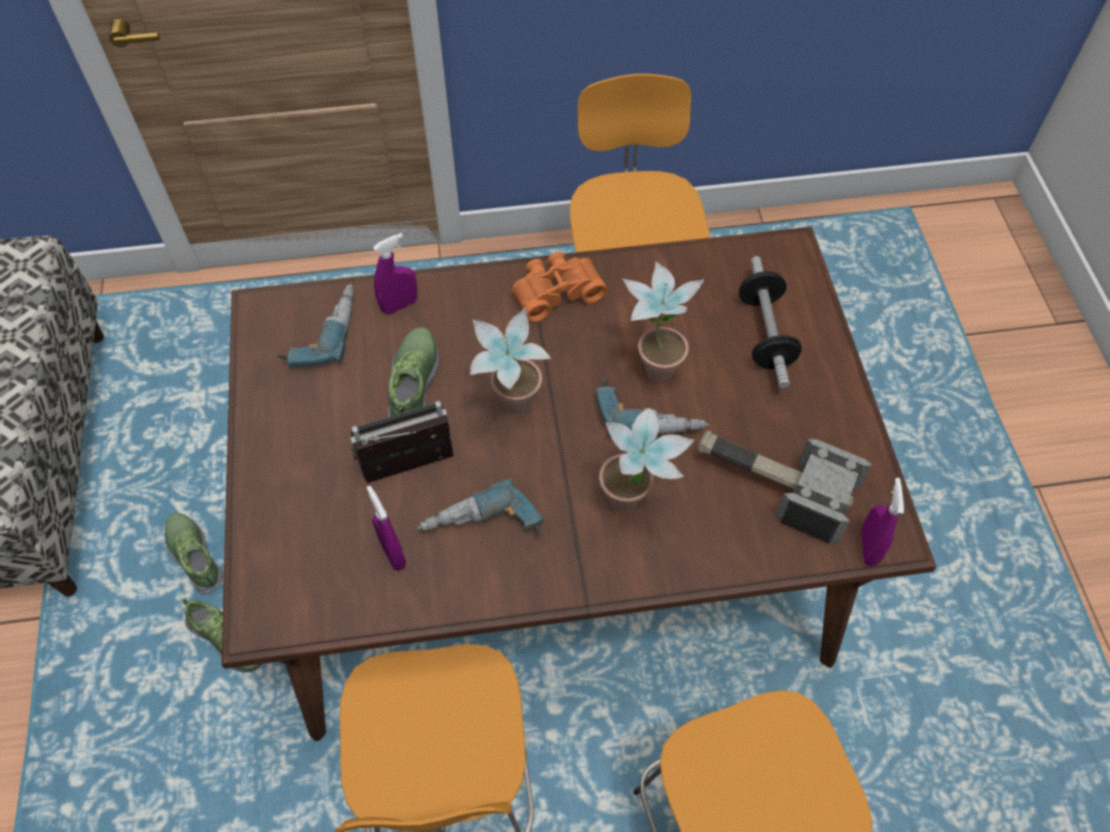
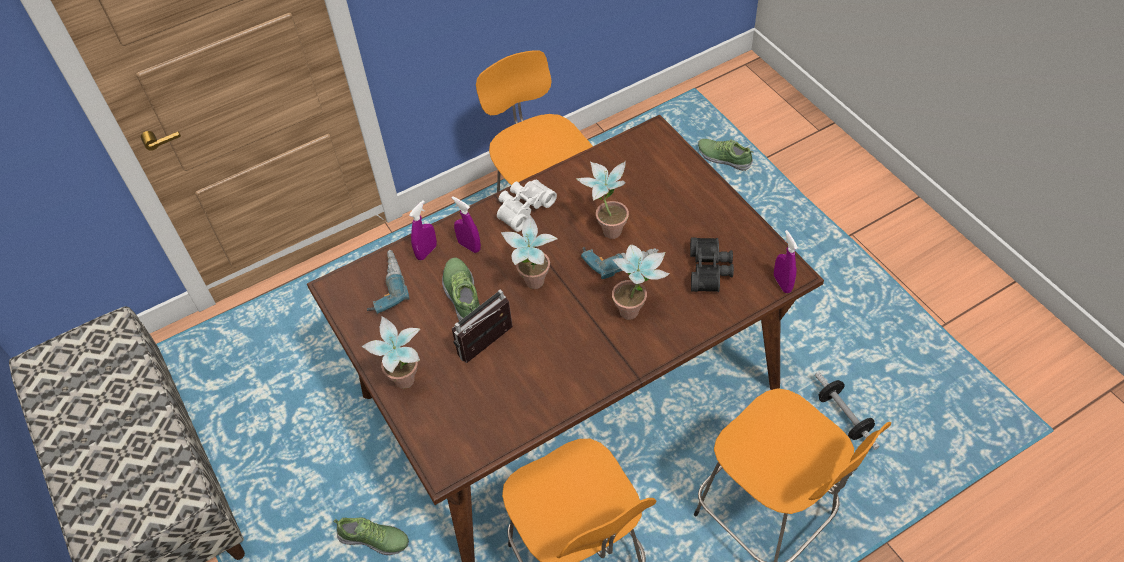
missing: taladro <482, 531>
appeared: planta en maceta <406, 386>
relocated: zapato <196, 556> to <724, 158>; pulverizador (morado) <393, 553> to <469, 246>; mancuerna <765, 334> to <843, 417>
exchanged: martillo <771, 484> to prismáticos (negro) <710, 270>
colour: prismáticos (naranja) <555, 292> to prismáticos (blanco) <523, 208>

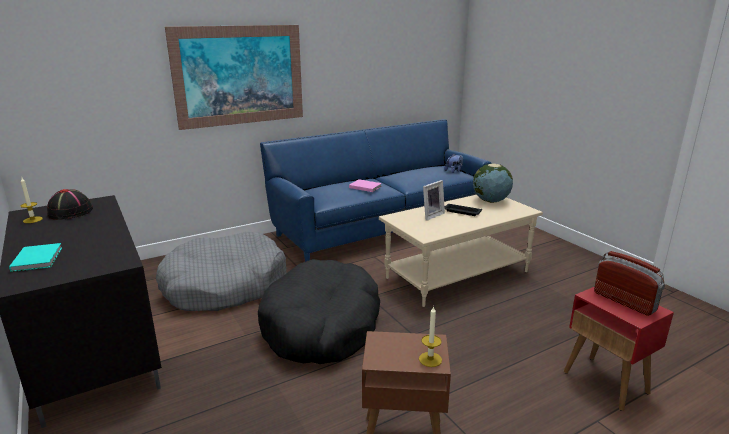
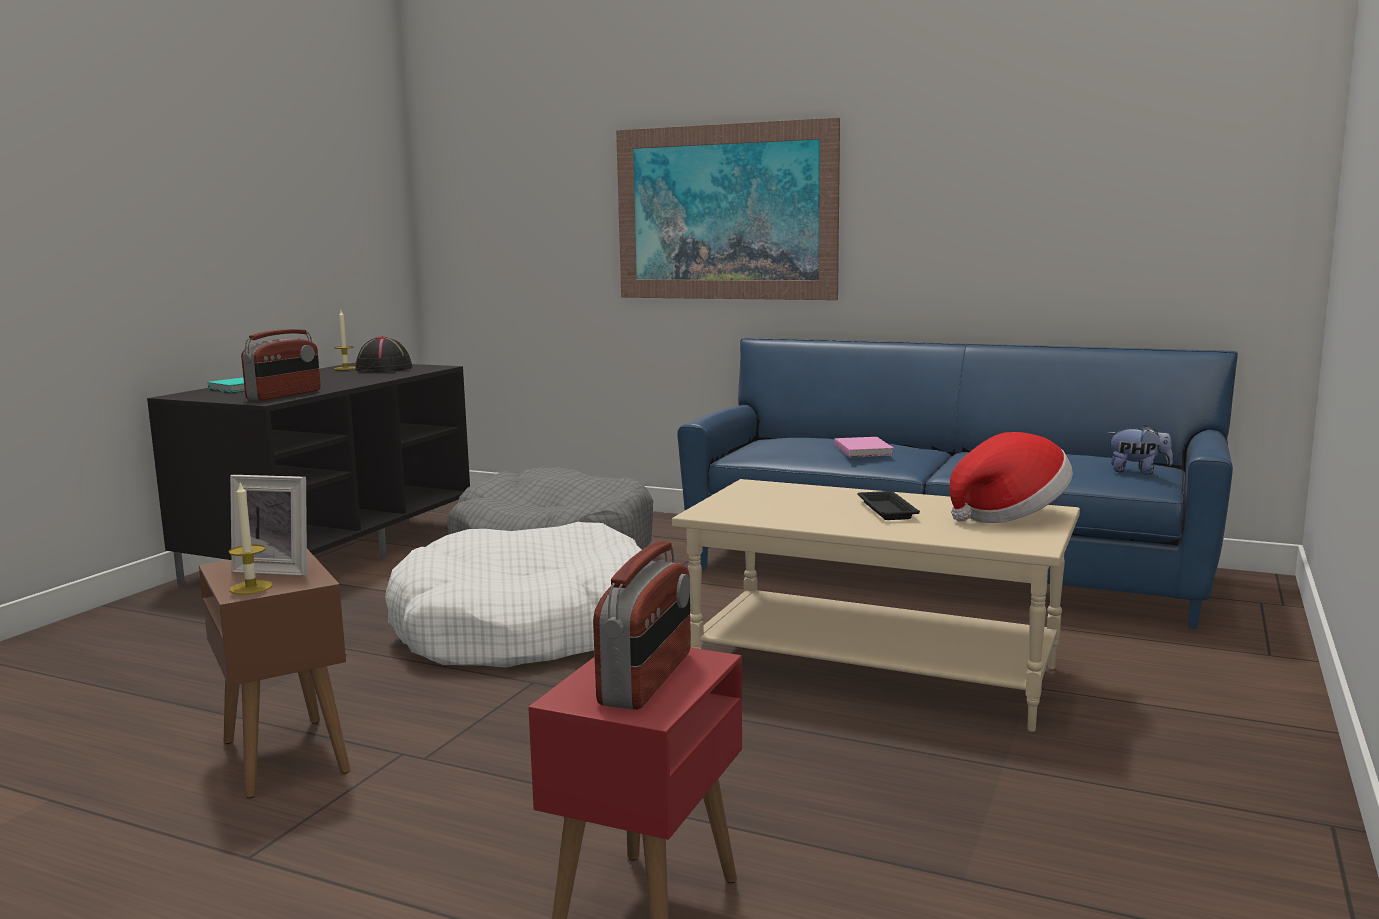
appeared: radio <285, 395>
relocated: portarretratos <431, 215> to <277, 569>
exchanged: globo terráqueo <490, 201> to sombrero <1009, 515>
colour: cama para perro (negro) <321, 326> to cama para perro (blanco) <525, 629>

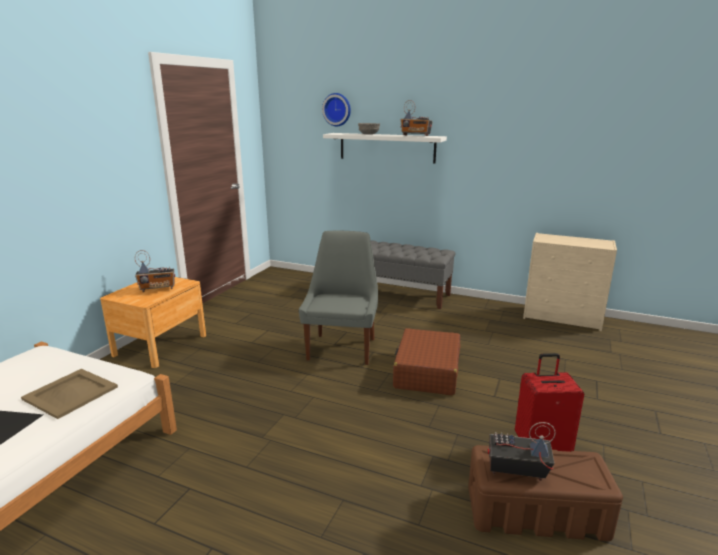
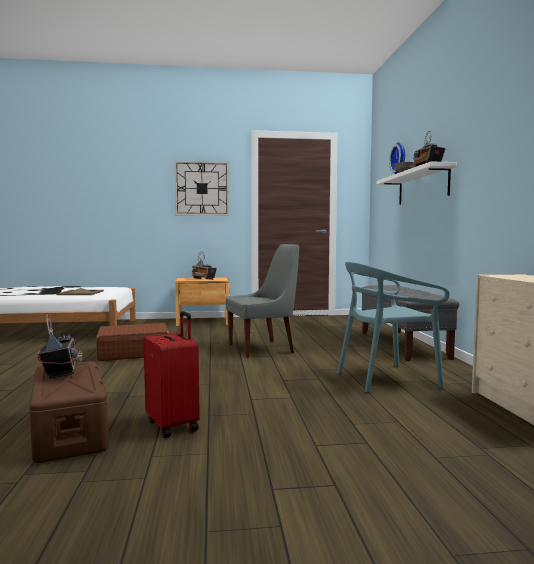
appeared: reloj de pared <202, 188>; silla (turquesa) <387, 379>
relocated: maleta (marrón) <427, 372> to <133, 352>

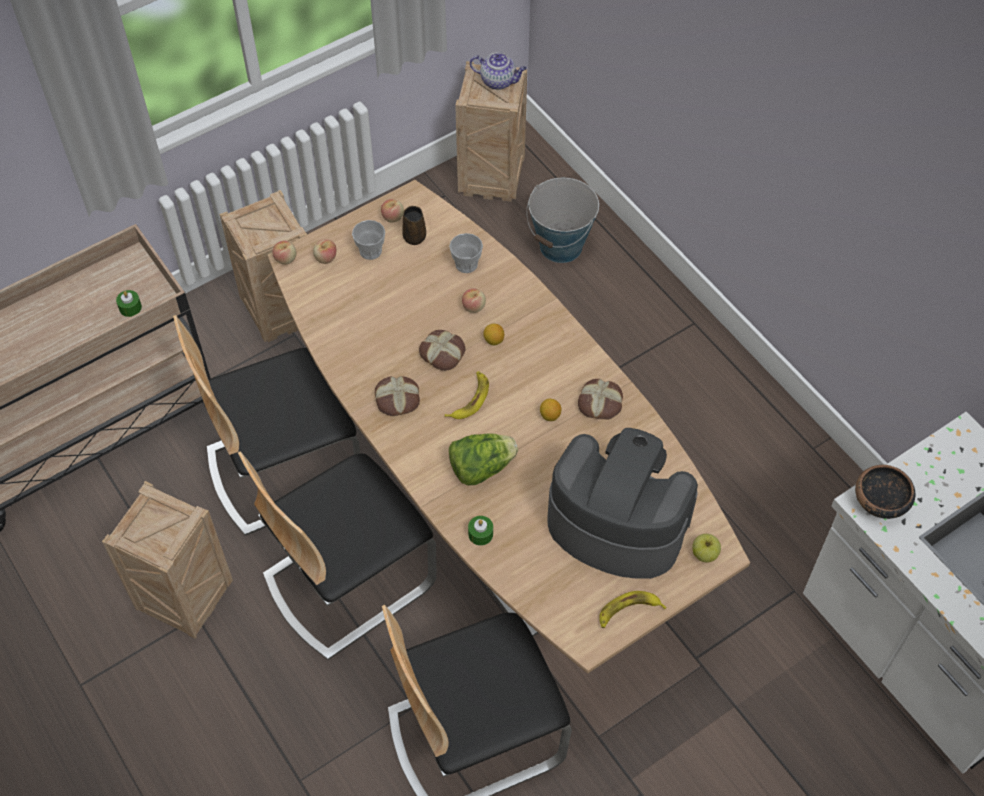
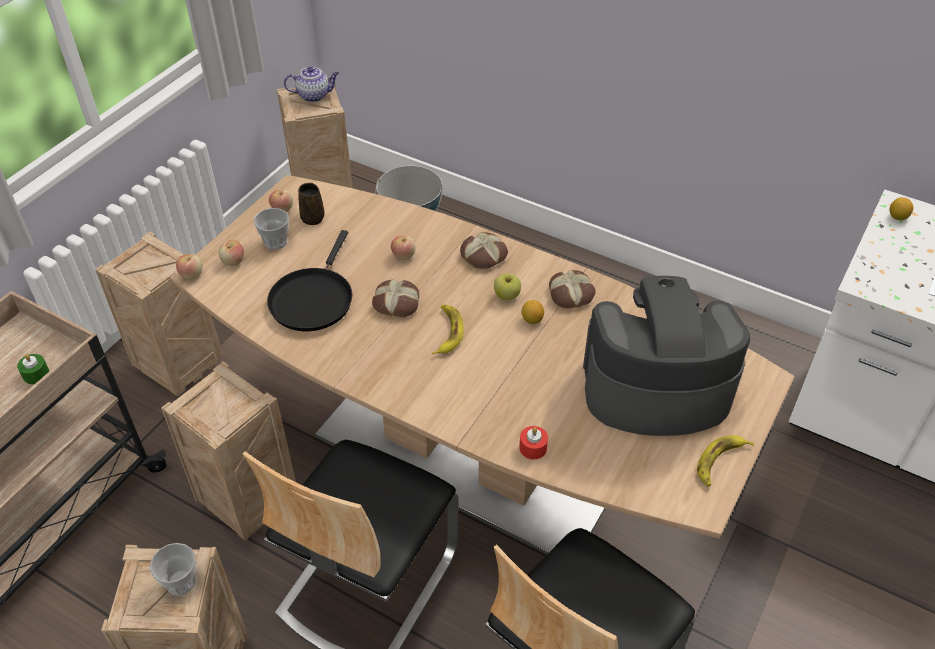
missing: lechuga <481, 468>; cuenco <879, 503>
appeared: sartén (negro) <313, 299>
relocated: pan <397, 400> to <484, 256>; taza <466, 264> to <181, 581>; limón <493, 340> to <897, 217>; manzana <705, 554> to <507, 295>
exchanged: silla <283, 467> to caja de embalaje <246, 502>
colour: vela (verde) <480, 534> to vela (rojo) <533, 448>

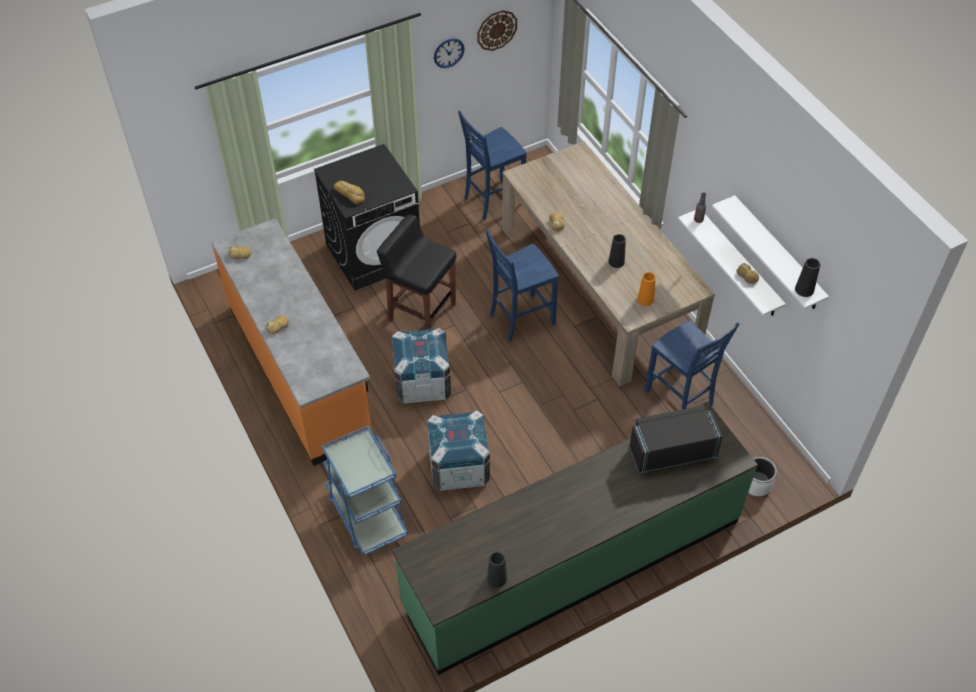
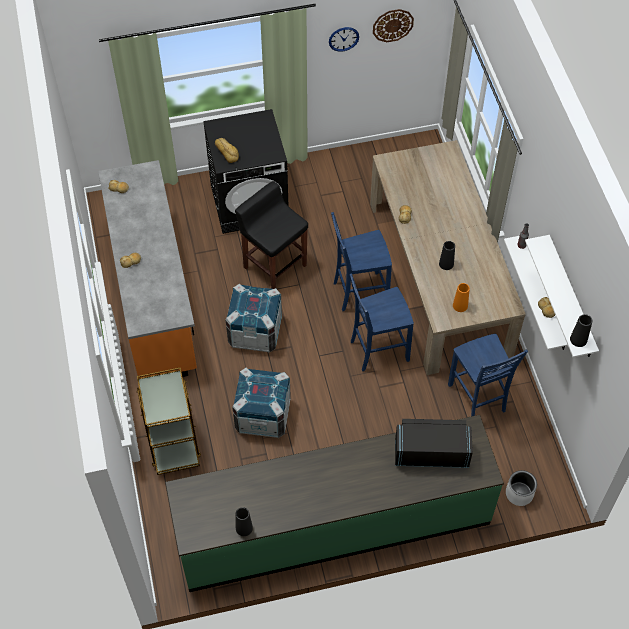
relocated: silla (azul) <492, 200> to <377, 350>
colour: carrito (azul) <367, 514> to carrito (marrón) <172, 439>

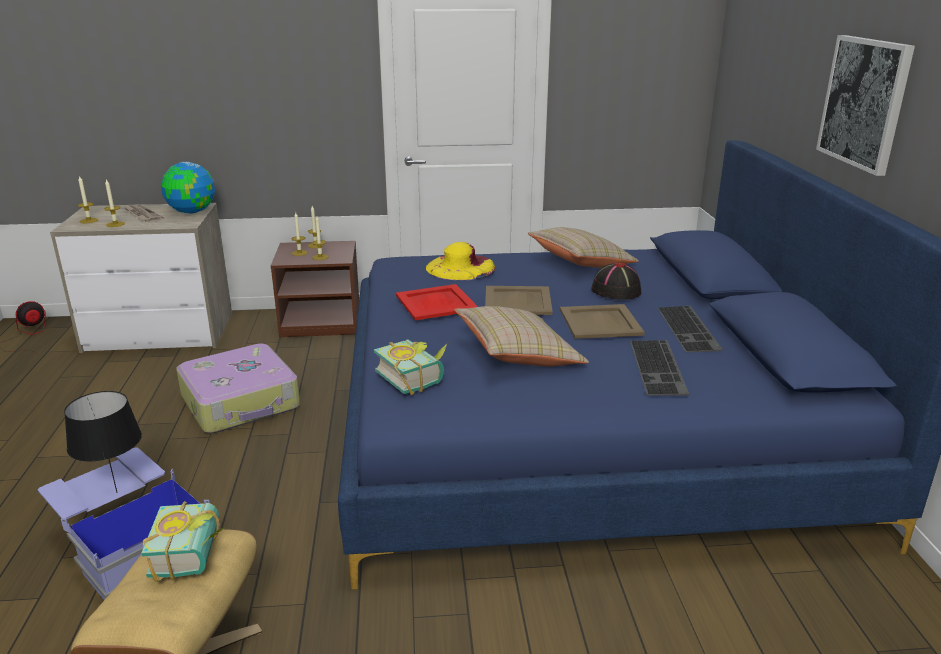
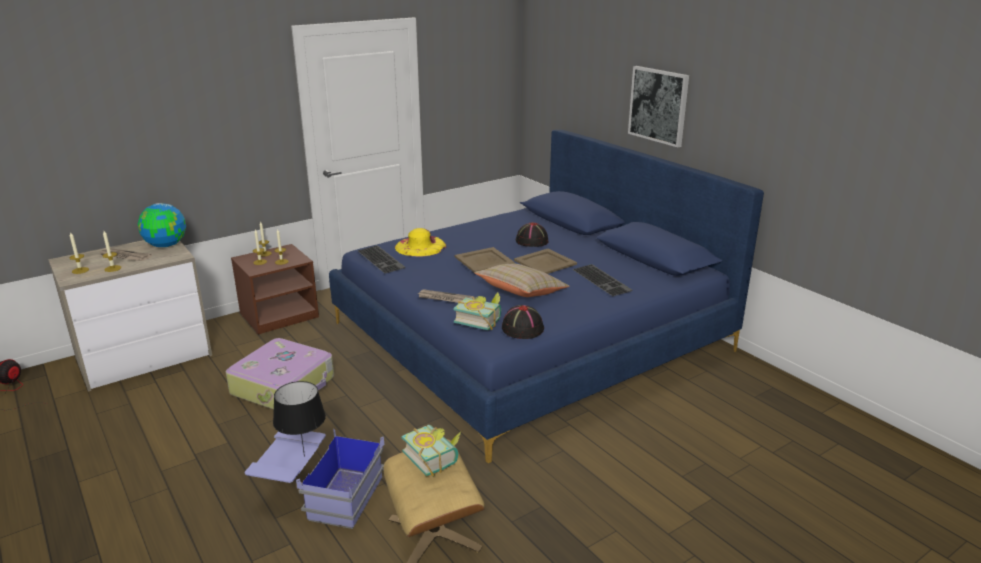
missing: bandeja (rojo) <436, 303>; cojín (beis) <580, 264>
appeared: periódico <445, 299>; sombrero (negro) <522, 328>
relocated: teclado <690, 329> to <382, 259>

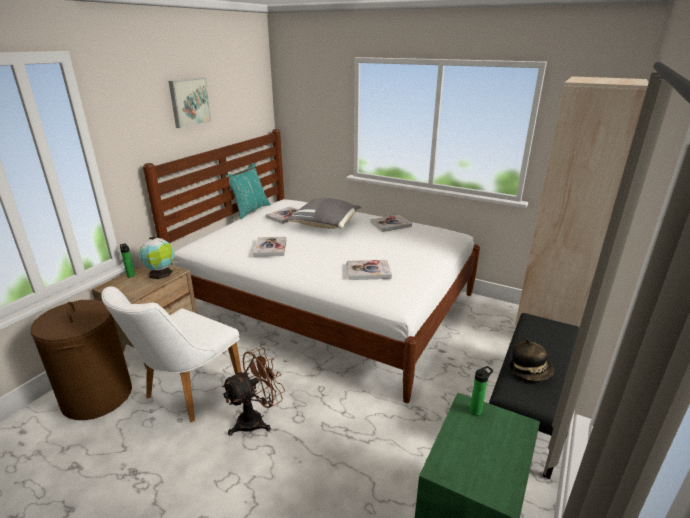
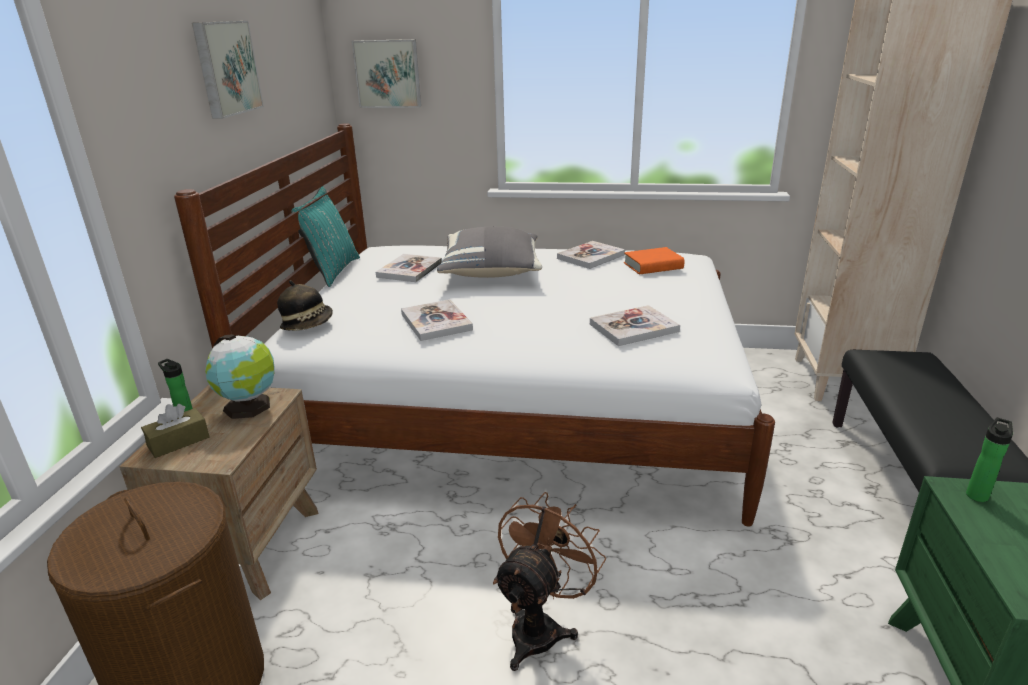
missing: silla (blanco) <186, 394>
appeared: caja de pañuelos (marrón) <178, 441>; cuadro <388, 73>; libro (naranja) <653, 266>
relocated: sombrero <530, 371> to <308, 325>

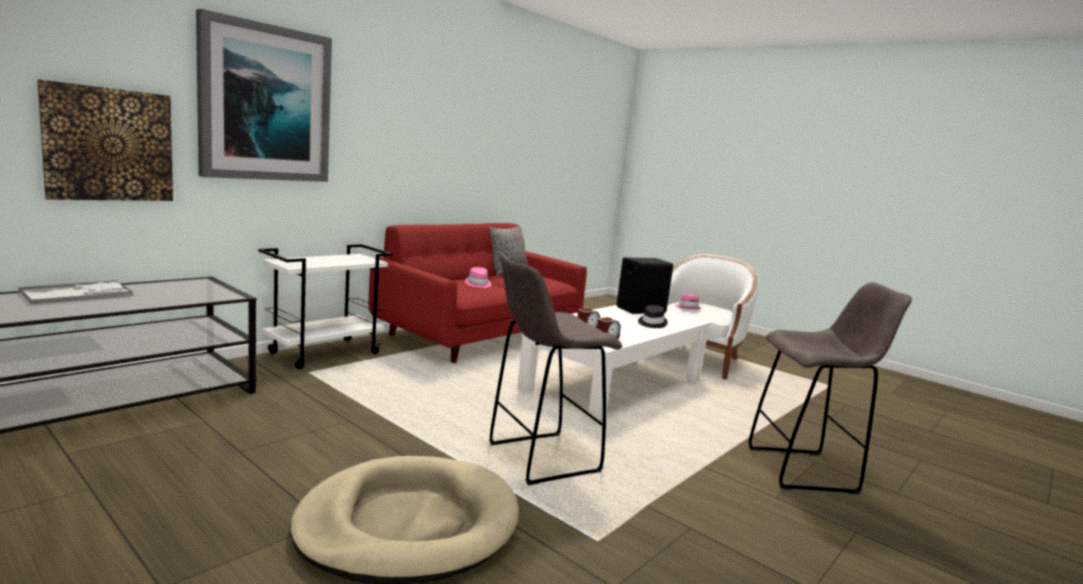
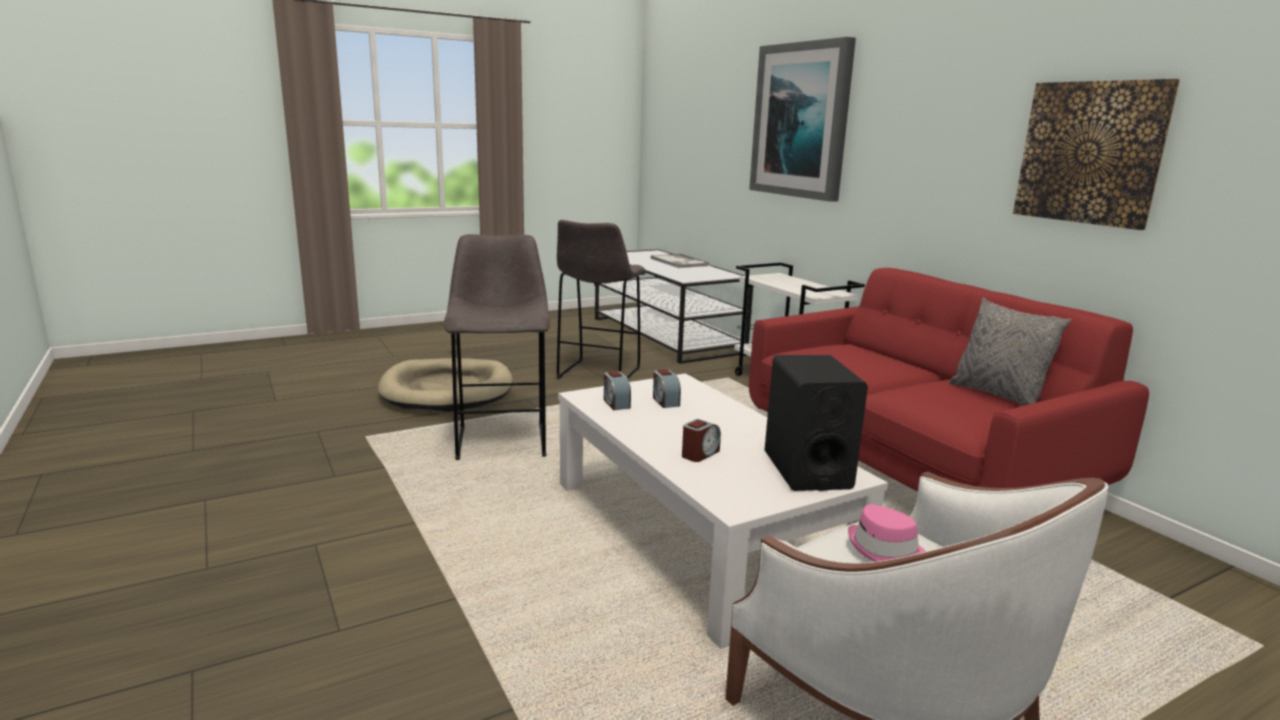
missing: sombrero (rosa) <478, 284>
relocated: cuadro <109, 144> to <1090, 153>; taburete (gris) <804, 470> to <598, 374>
exchanged: sombrero (negro) <651, 323> to despertador <700, 454>

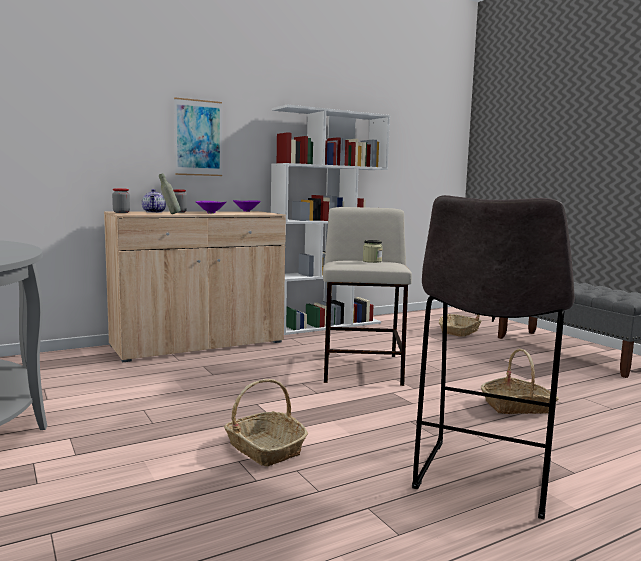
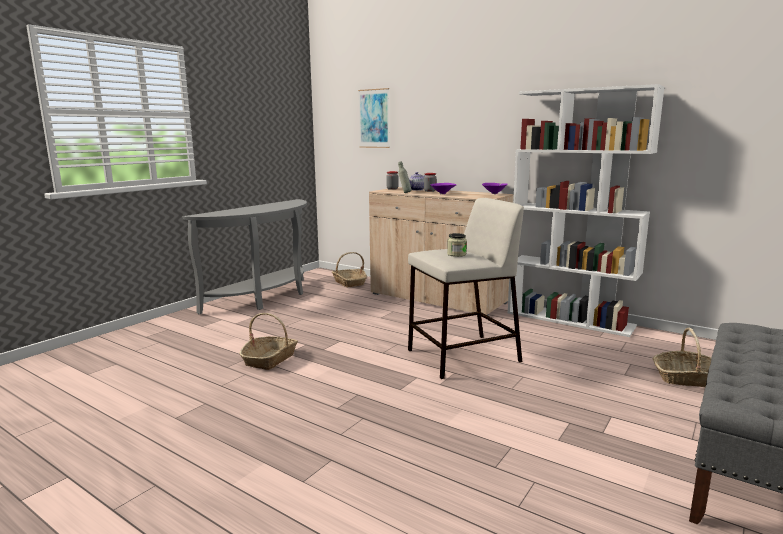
missing: taburete (gris) <482, 479>
relocated: cuadro <198, 138> to <374, 118>; cesta <517, 406> to <349, 282>

